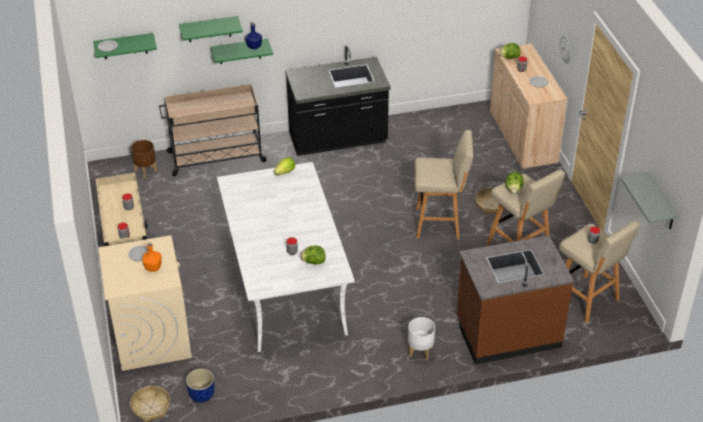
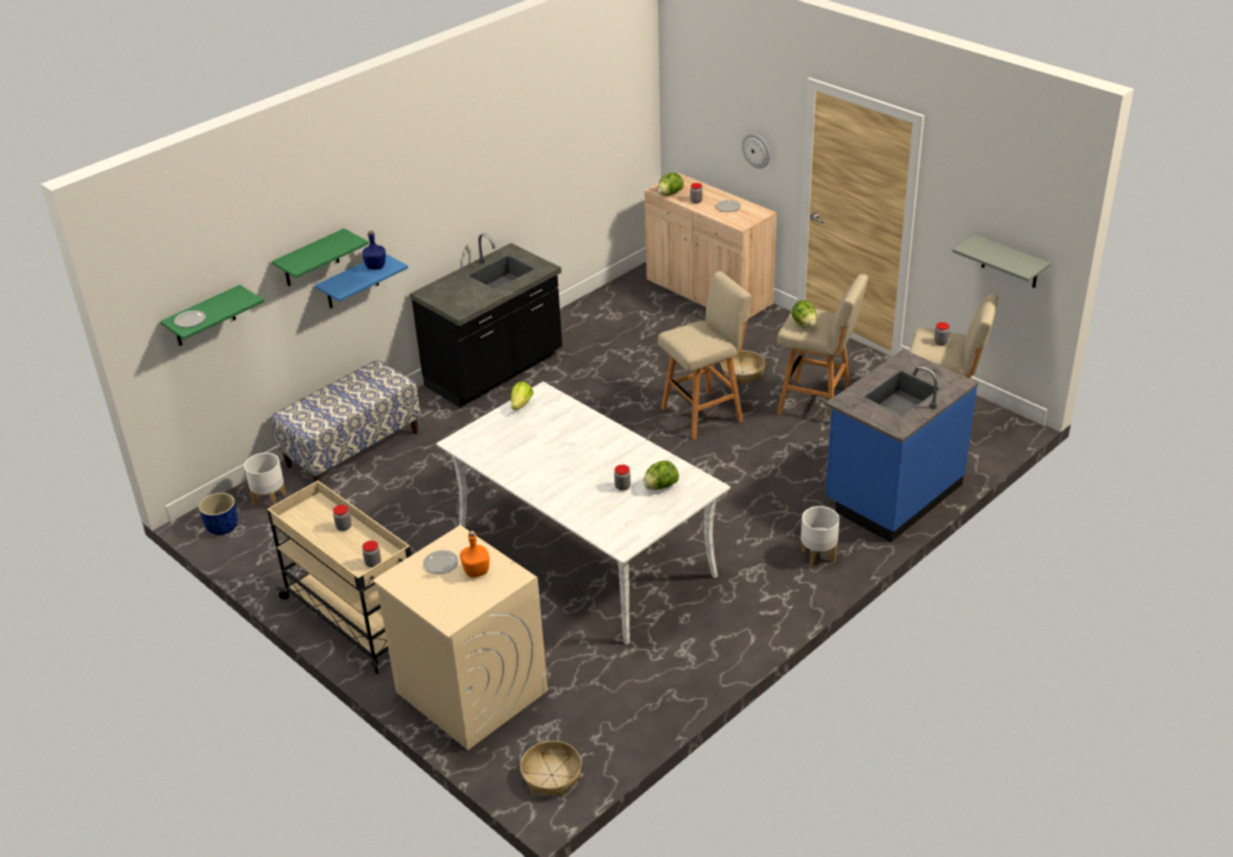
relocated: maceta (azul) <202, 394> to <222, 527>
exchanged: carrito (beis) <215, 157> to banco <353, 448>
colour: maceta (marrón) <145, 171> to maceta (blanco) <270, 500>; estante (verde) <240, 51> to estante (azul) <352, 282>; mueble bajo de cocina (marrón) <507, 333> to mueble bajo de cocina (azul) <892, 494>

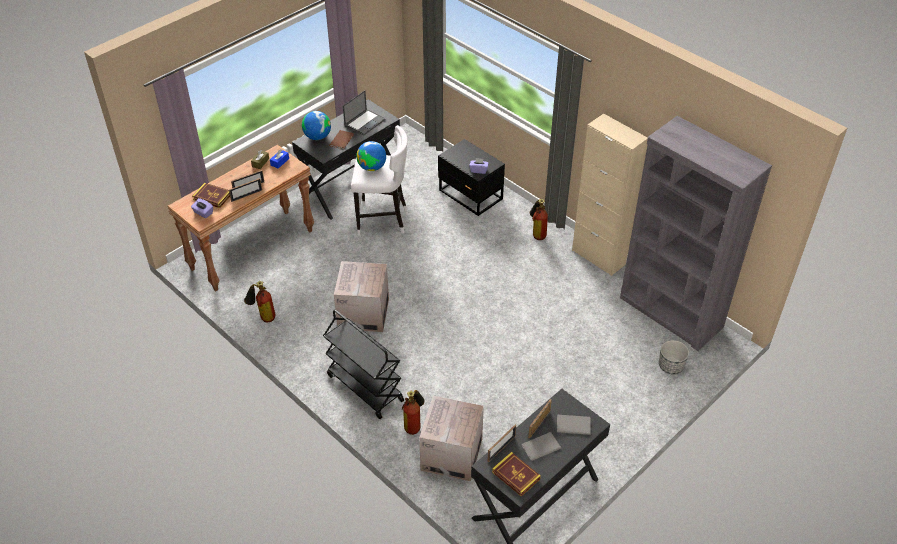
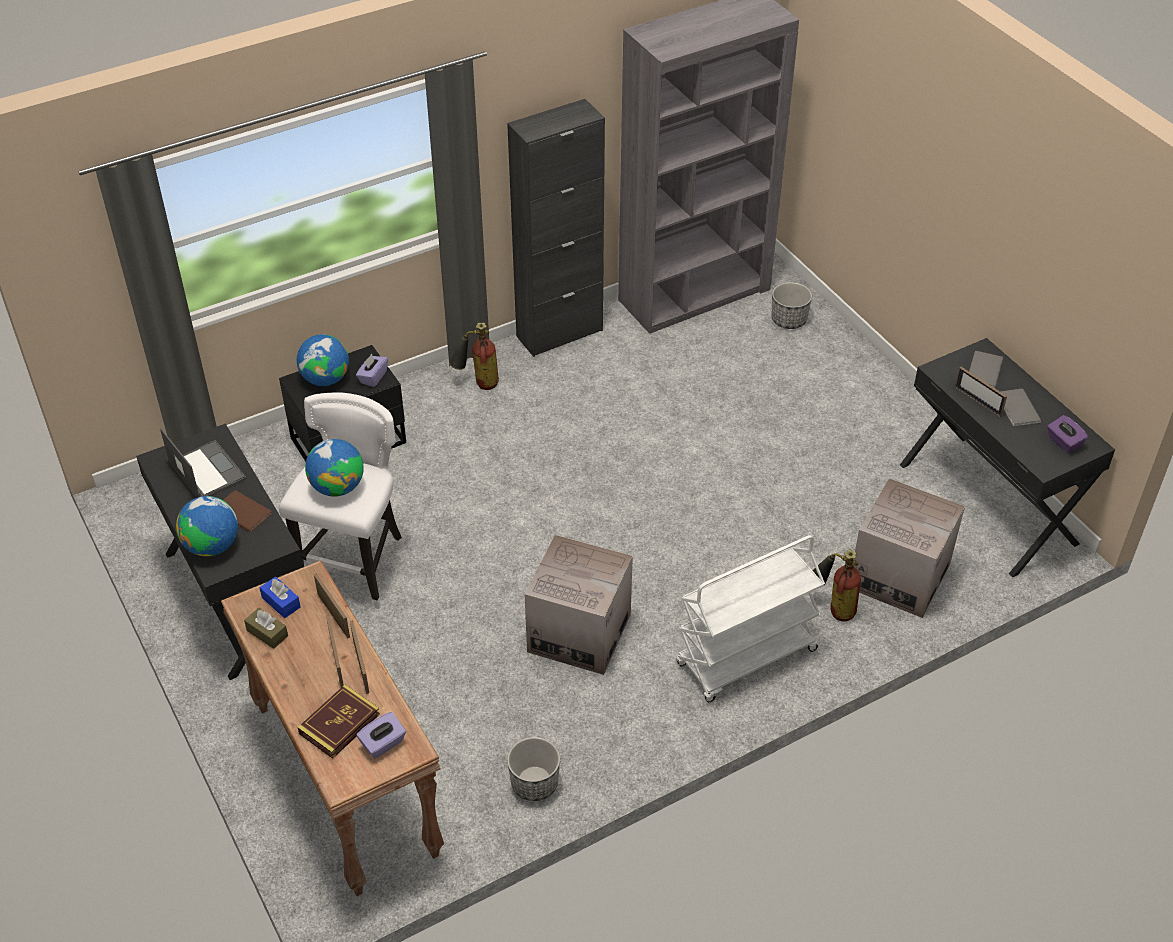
appeared: globo terráqueo <325, 379>
relocated: portarretratos <501, 448> to <333, 615>
exchanged: extintor <263, 316> to maceta <534, 783>; libro <516, 475> to caja de pañuelos (morado) <1063, 442>
colour: carrito (negro) <364, 388> to carrito (blanco) <746, 659>; armario (beis) <598, 257> to armario (negro) <559, 333>

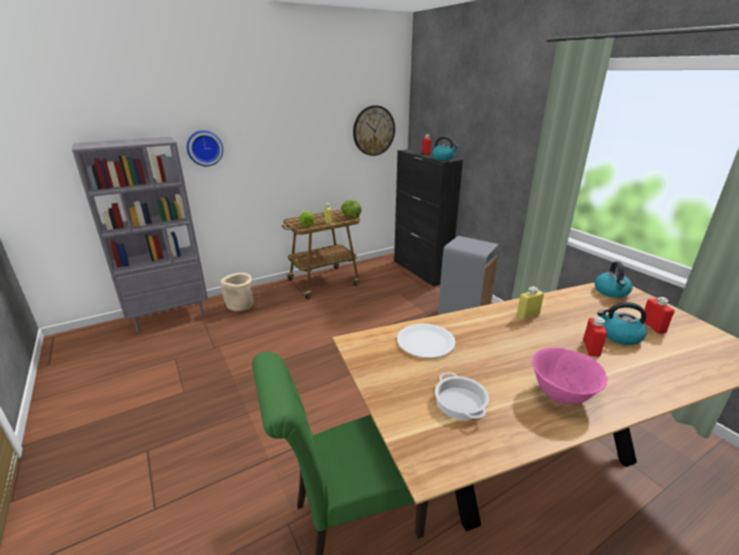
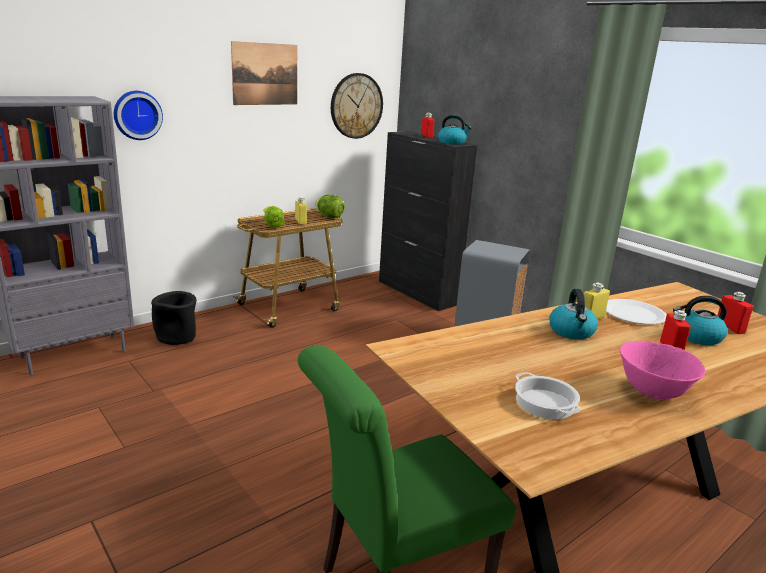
appeared: cuadro <265, 74>
relocated: plato (blanco) <425, 342> to <633, 313>; hervidor <611, 292> to <572, 332>
colour: maceta (beis) <240, 305> to maceta (negro) <177, 337>

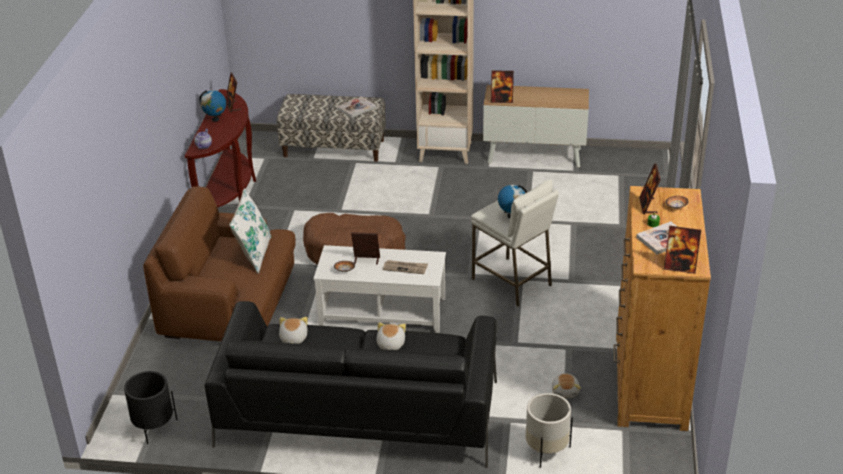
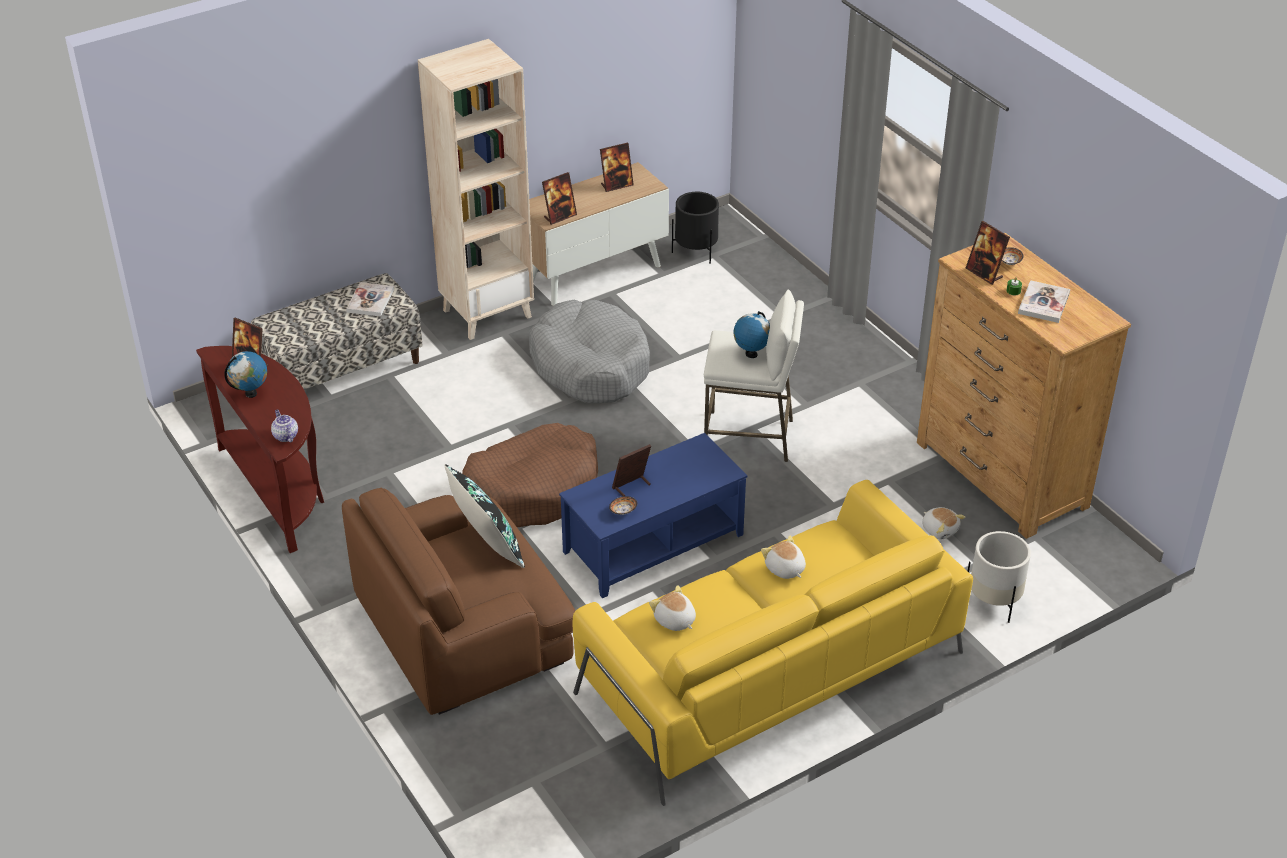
missing: periódico <405, 268>
appeared: cama para perro (gris) <590, 365>
relocated: maceta (negro) <154, 427> to <696, 251>; portarretratos <680, 267> to <616, 185>
colour: sofá (negro) <358, 413> to sofá (amarillo) <770, 672>; cojín (blanco) <254, 254> to cojín (negro) <487, 547>; mesa de centro (blanco) <382, 311> to mesa de centro (azul) <653, 543>

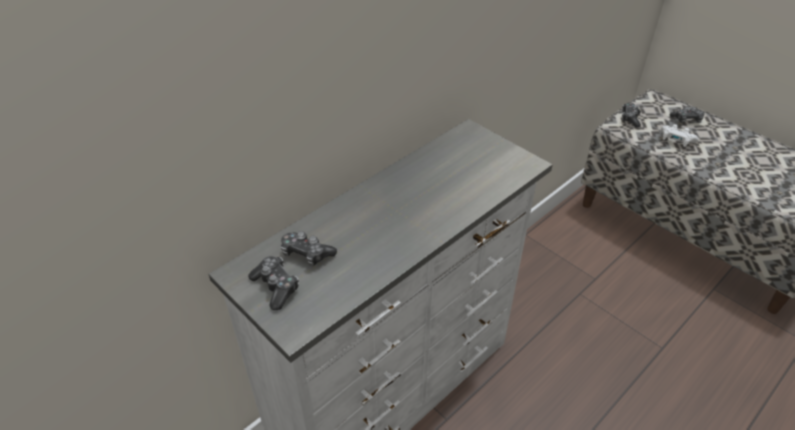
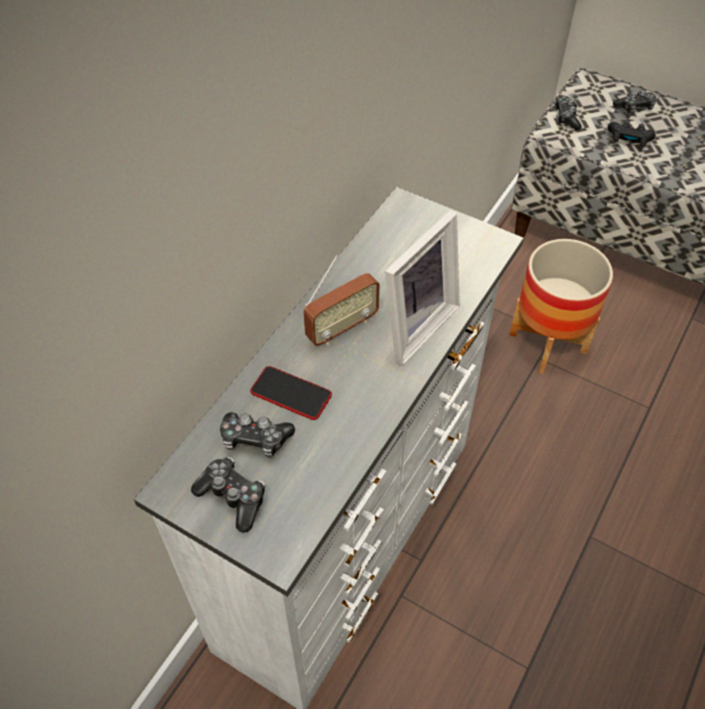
appeared: móvil <291, 393>; radio <341, 328>; portarretratos <413, 325>; maceta <548, 342>
colour: mando de consola (blanco) <675, 141> to mando de consola (negro) <628, 141>

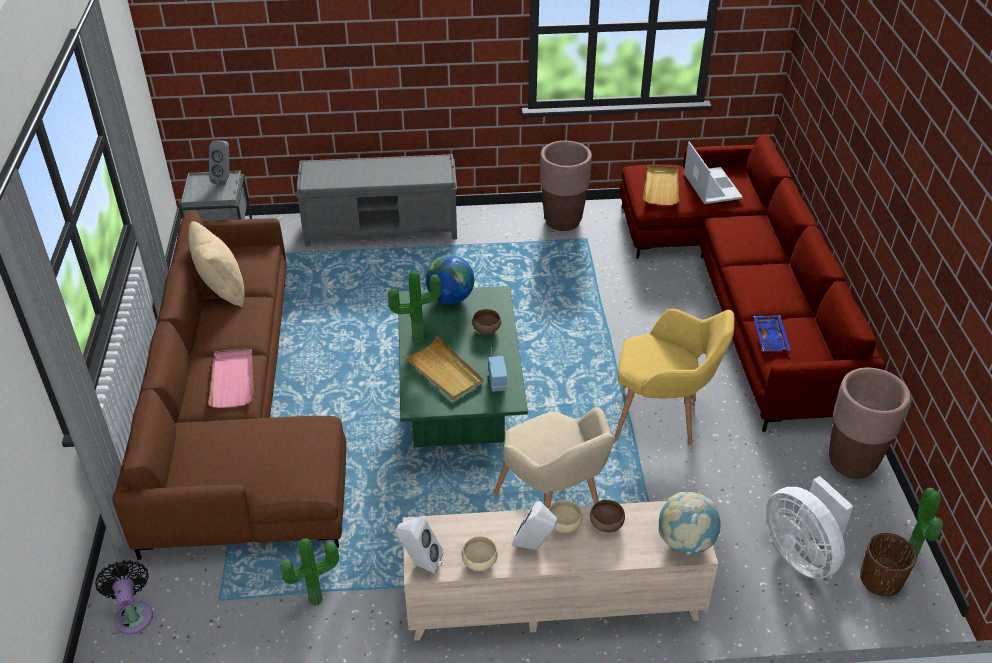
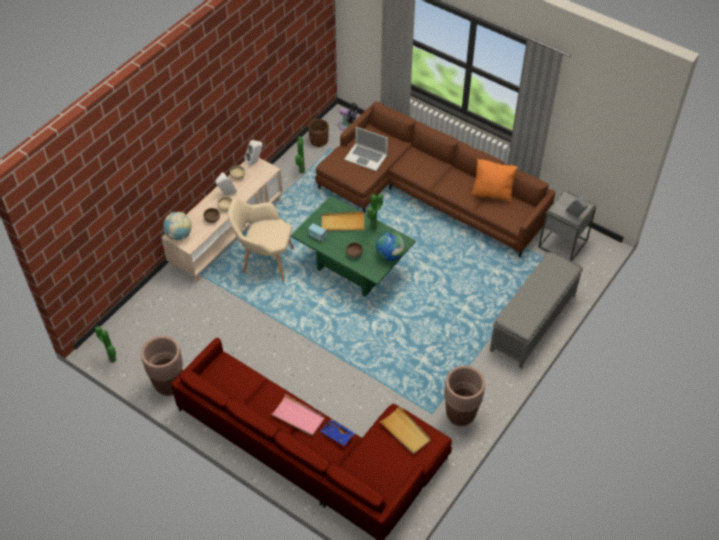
missing: sillón (amarillo) <662, 419>; ventilador (blanco) <801, 553>
relocated: bandeja (rosa) <233, 379> to <298, 417>; portátil <711, 186> to <366, 157>; bandeja (azul) <771, 338> to <337, 435>; maceta (marrón) <880, 580> to <318, 141>
colour: cojín (beis) <221, 290> to cojín (naranja) <492, 194>

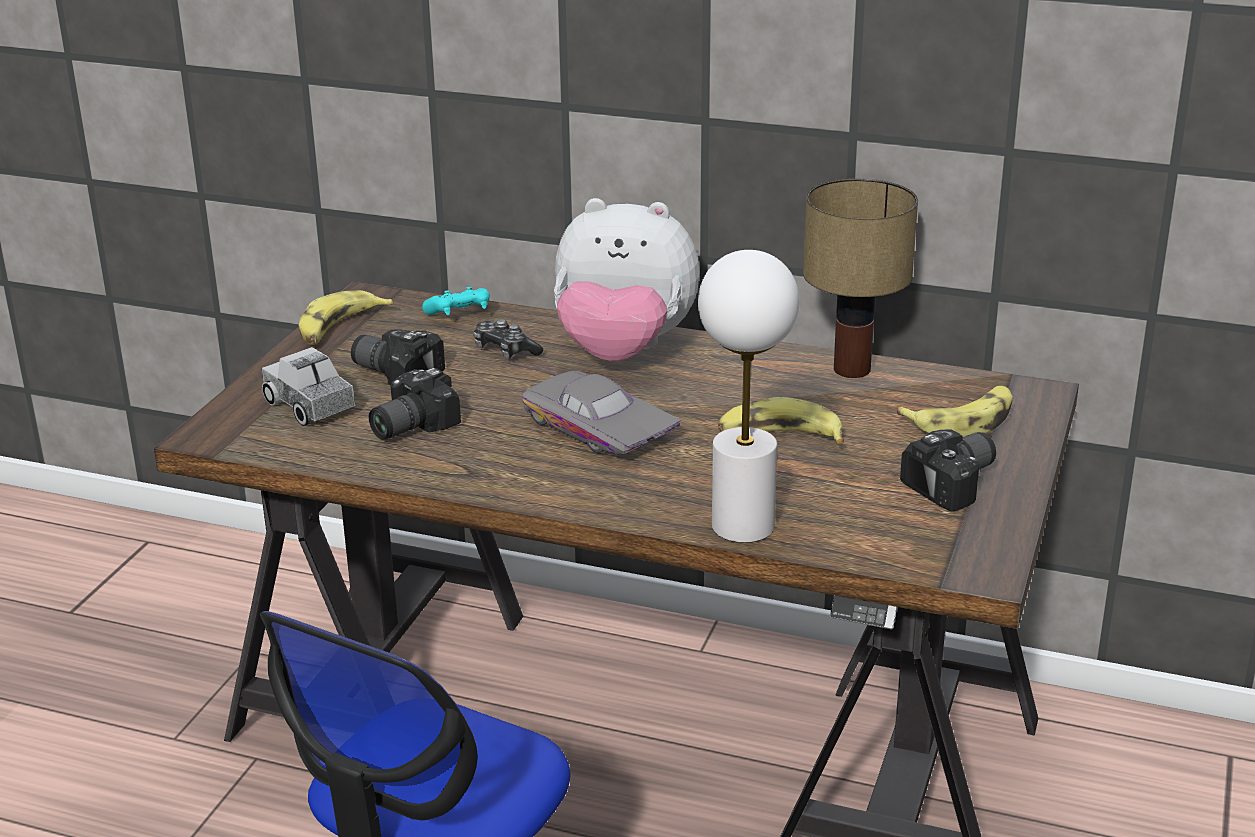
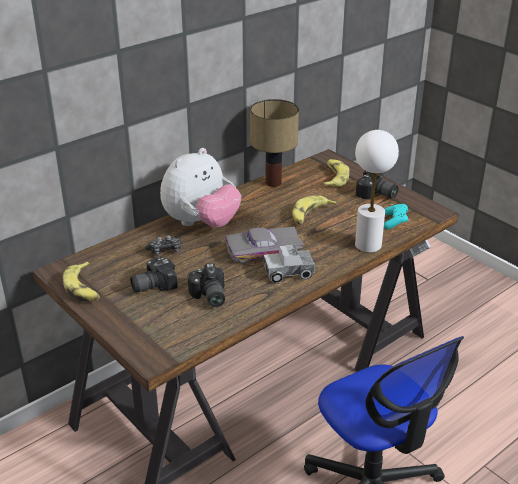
relocated: camión de juguete <310, 406> to <289, 272>; mando de consola (turquesa) <460, 315> to <395, 222>
spun: cámara <956, 484> = <376, 195> 135 degrees clockwise

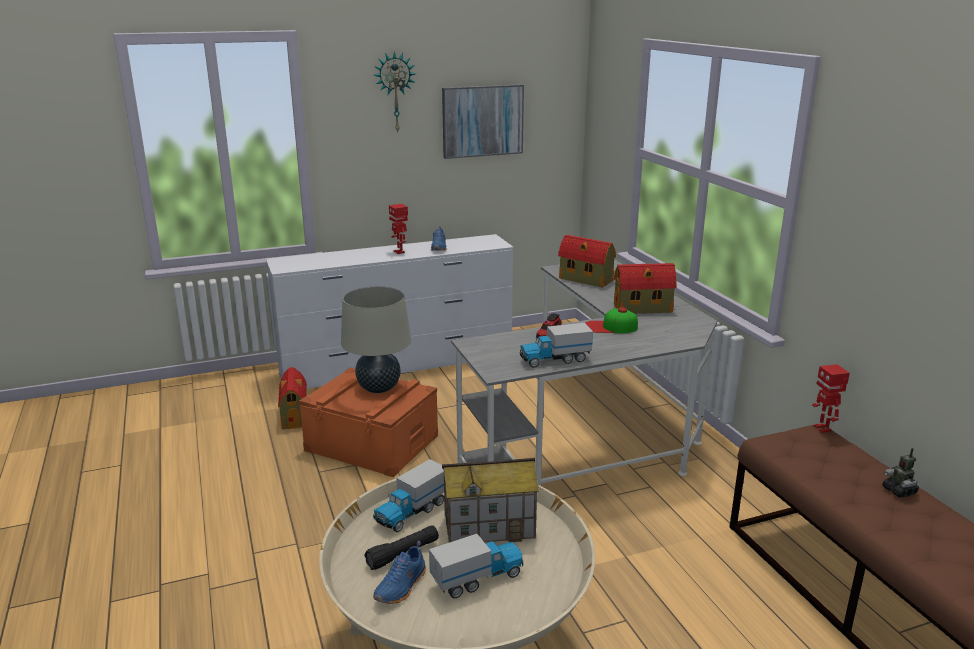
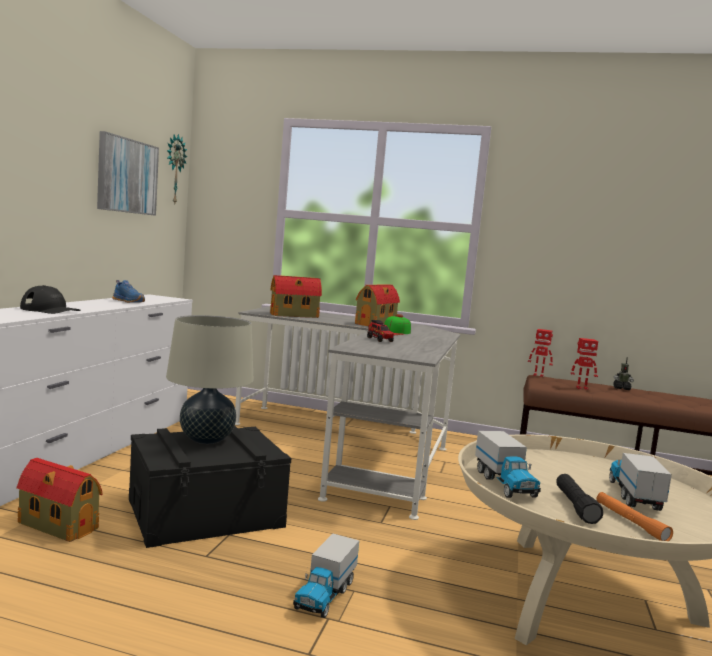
missing: casita <489, 525>
appeared: gorra (negro) <50, 310>
relocated: reloj de pared <395, 92> to <173, 169>; robot de juguete <399, 252> to <581, 388>; camión de juguete <554, 359> to <325, 595>
exchanged: zapato (azul) <402, 587> to linterna (naranja) <630, 522>
colour: caja de almacenaje (naranja) <372, 443> to caja de almacenaje (negro) <205, 512>

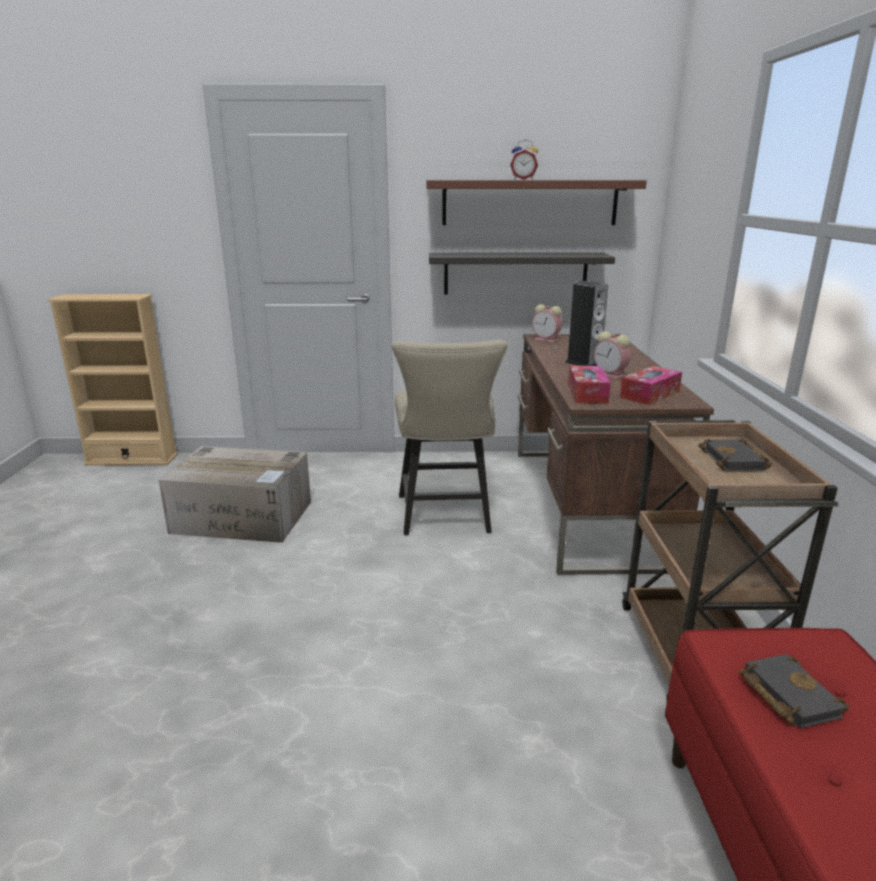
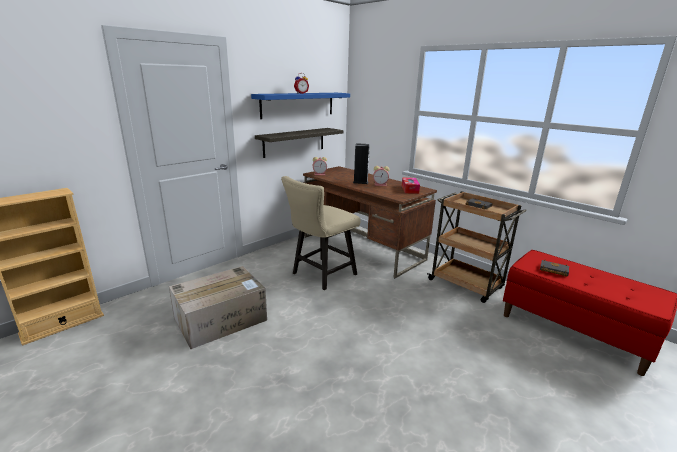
missing: caja de pañuelos <587, 393>
colour: estante (marrón) <529, 202> to estante (azul) <298, 104>
spun: silla (beis) <445, 517> = <320, 275> 90 degrees clockwise

